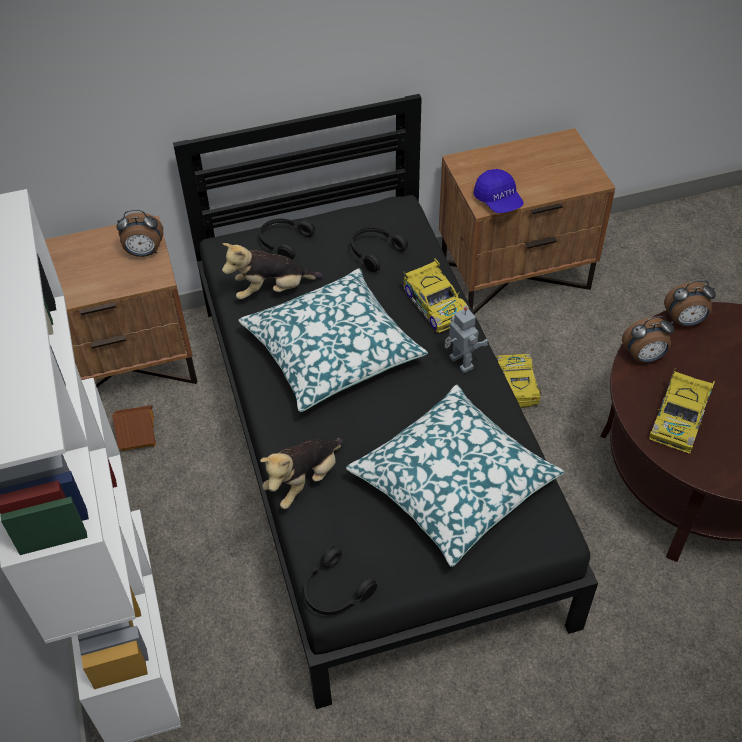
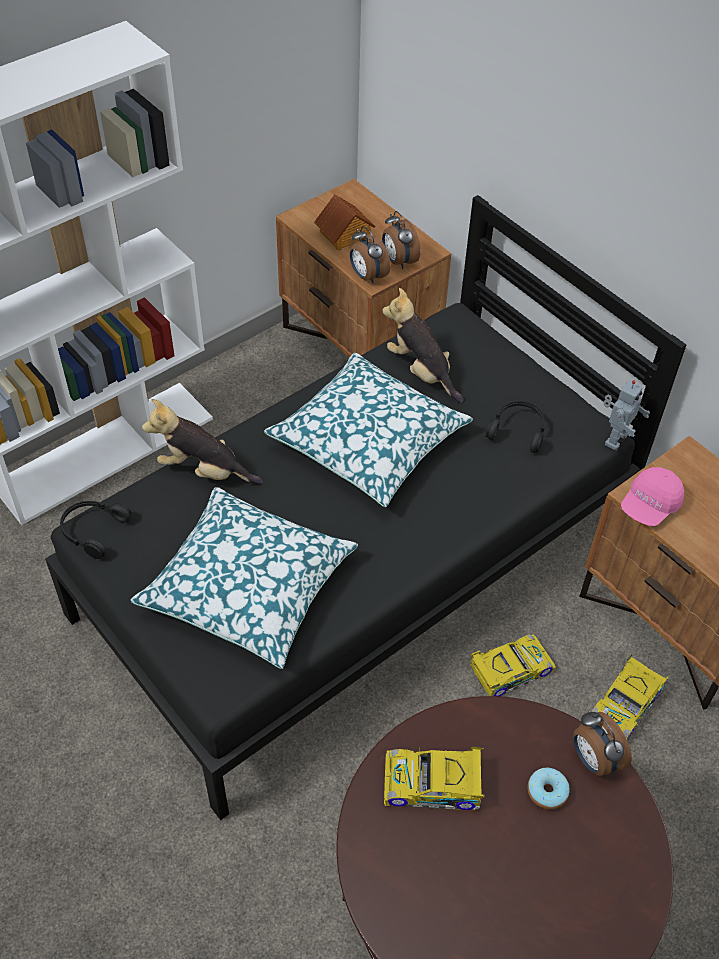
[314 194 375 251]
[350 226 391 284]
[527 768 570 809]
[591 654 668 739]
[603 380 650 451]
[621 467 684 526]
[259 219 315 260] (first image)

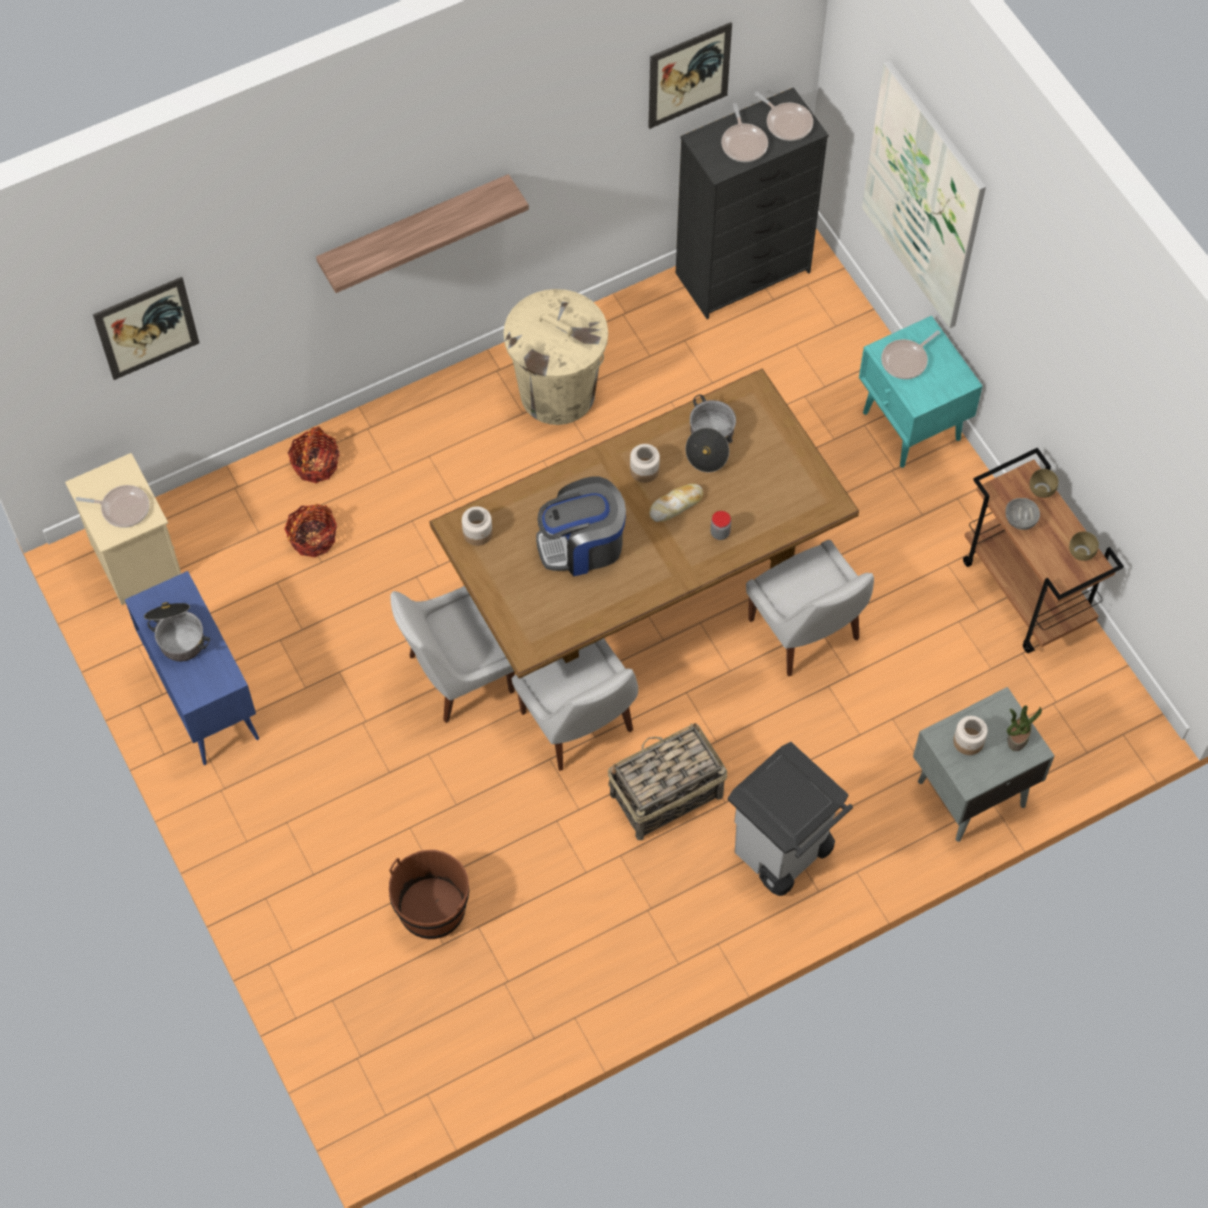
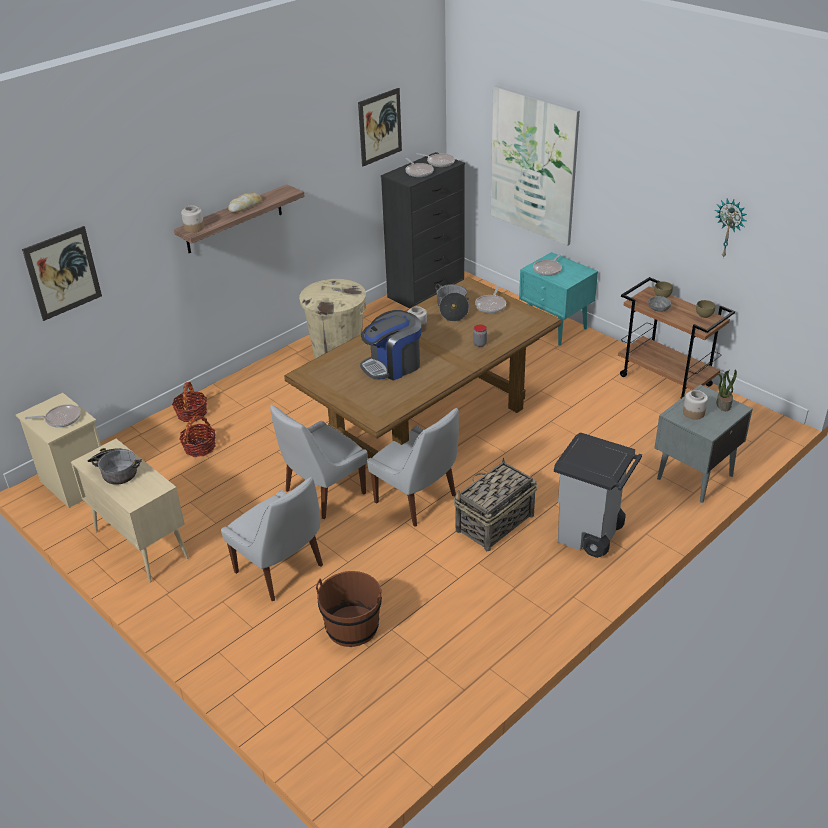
[71 439 189 582]
[181 205 204 233]
[221 477 323 601]
[228 192 262 213]
[475 286 506 313]
[715 199 747 258]

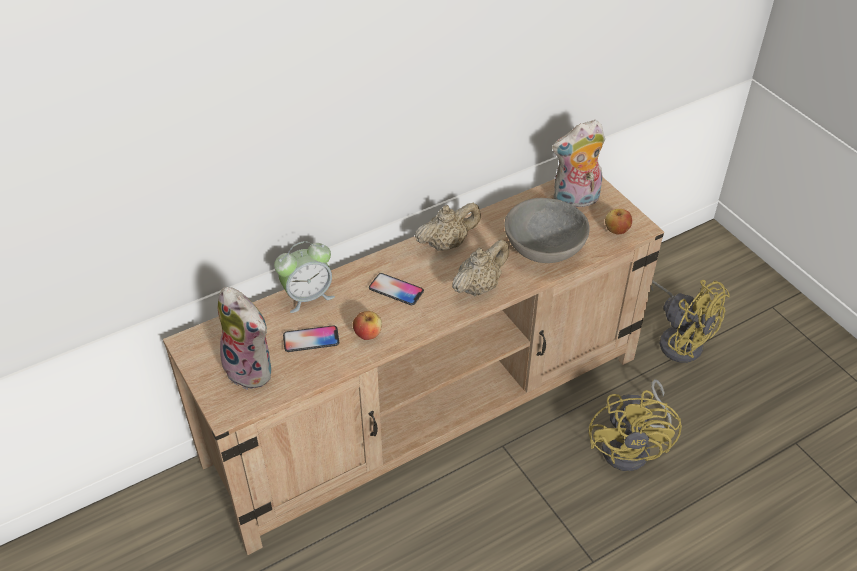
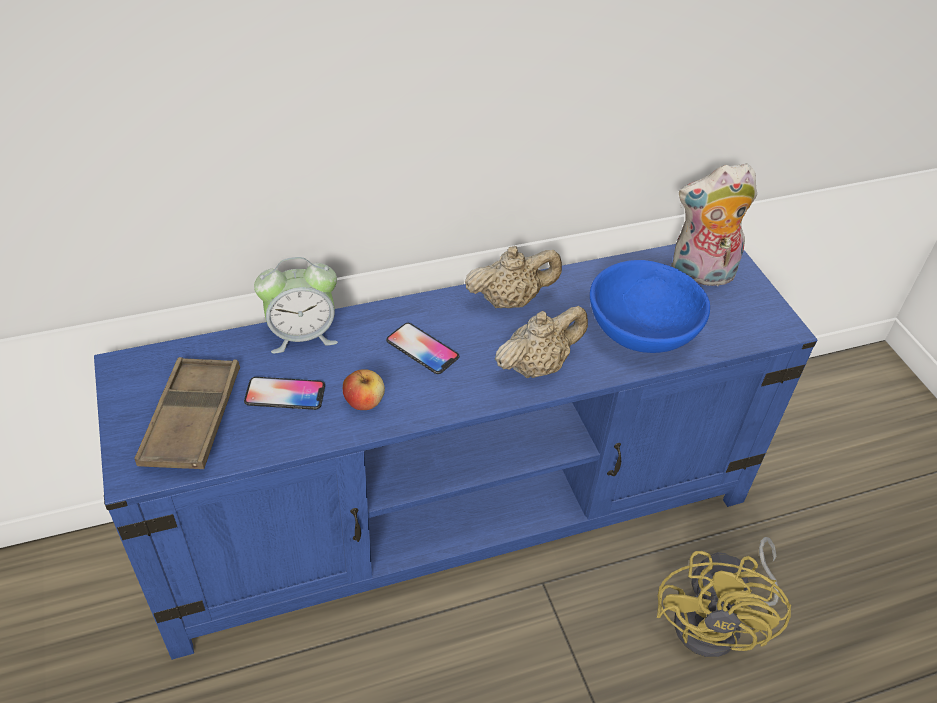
[94 244 817 660]
[134 357 240 469]
[590 260 710 353]
[605 209 632 234] (first image)
[651 280 730 363] (first image)

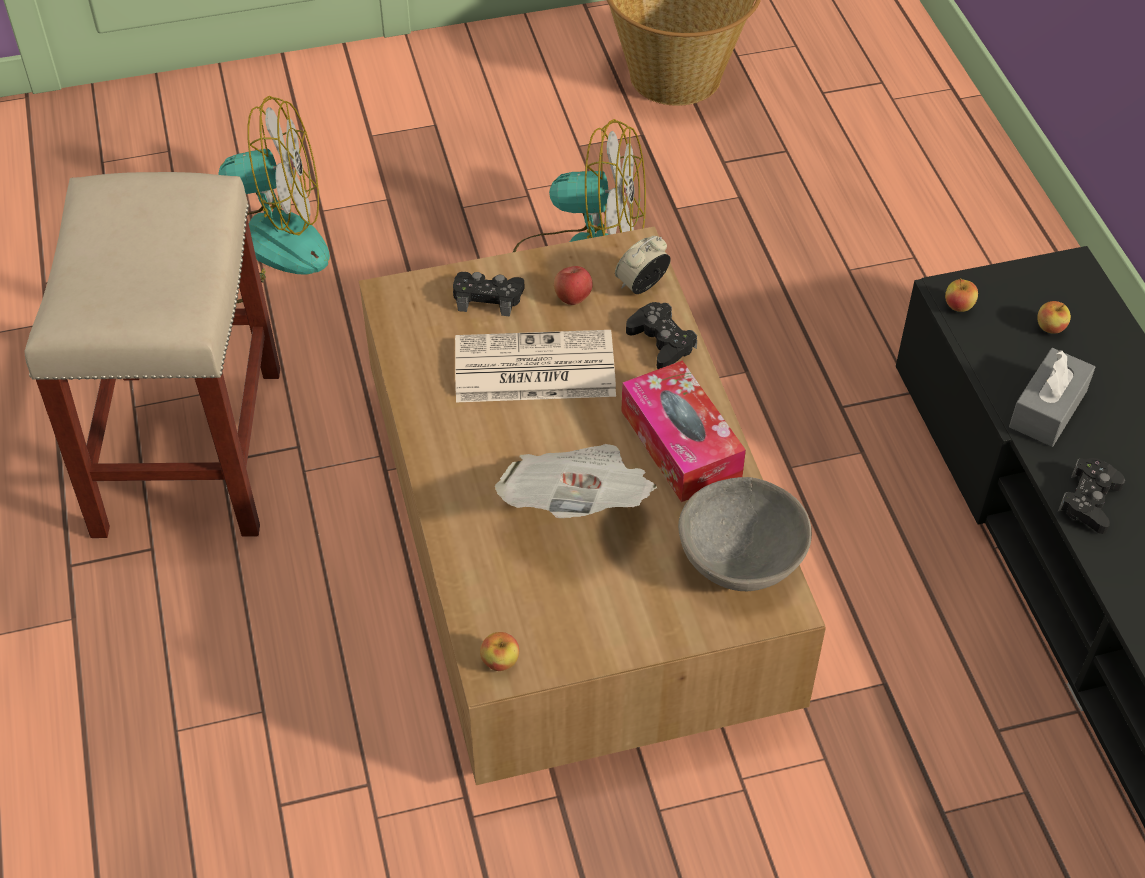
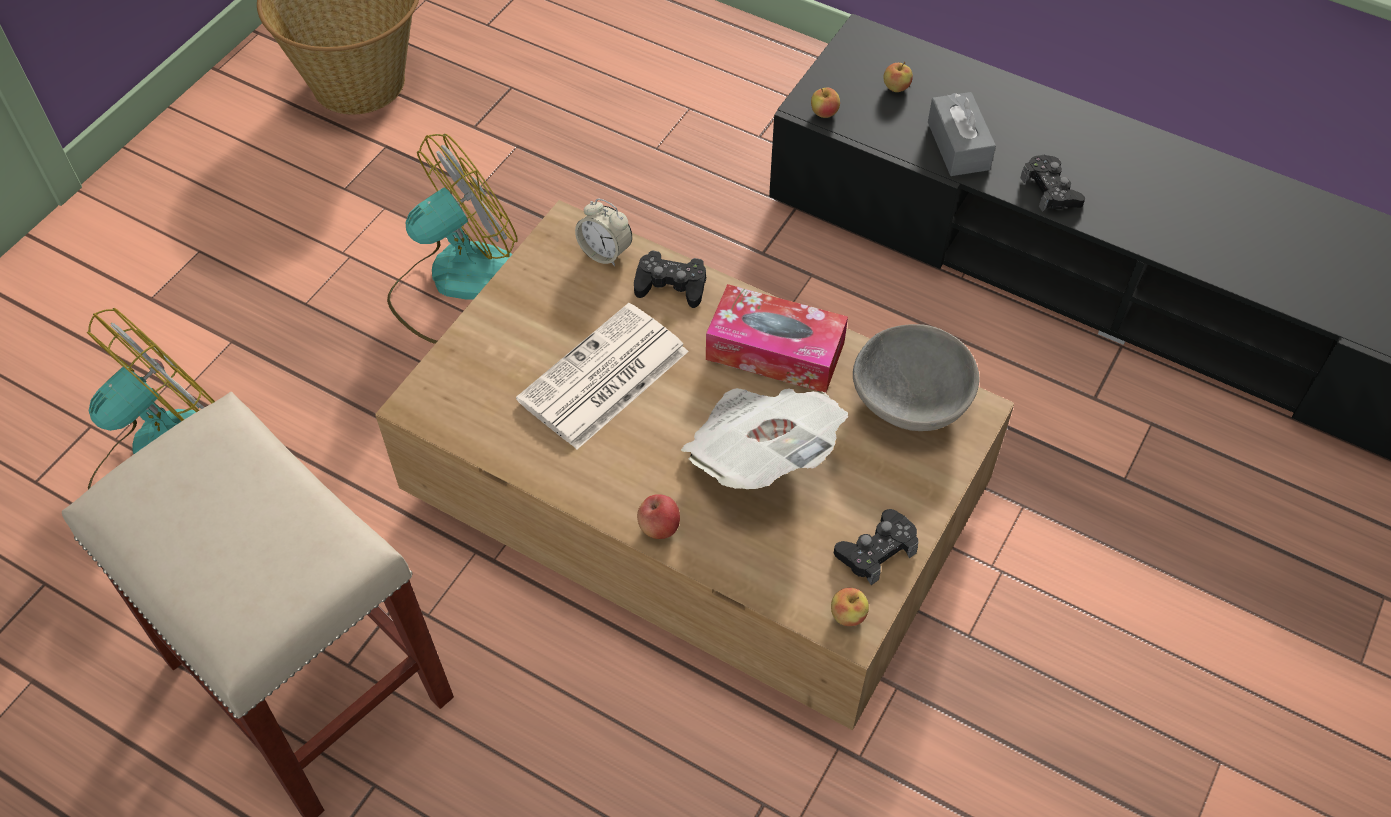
[575 198 632 266]
[637 494 680 539]
[834 509 919 585]

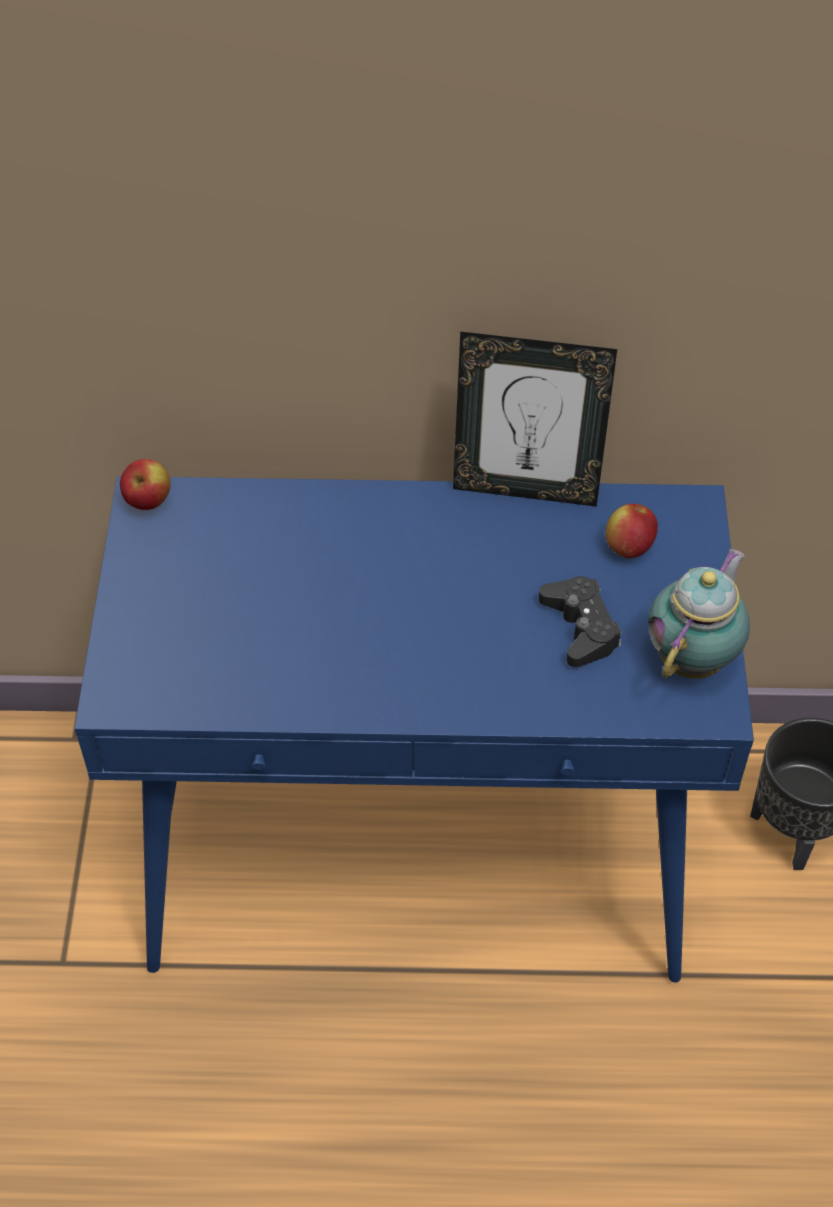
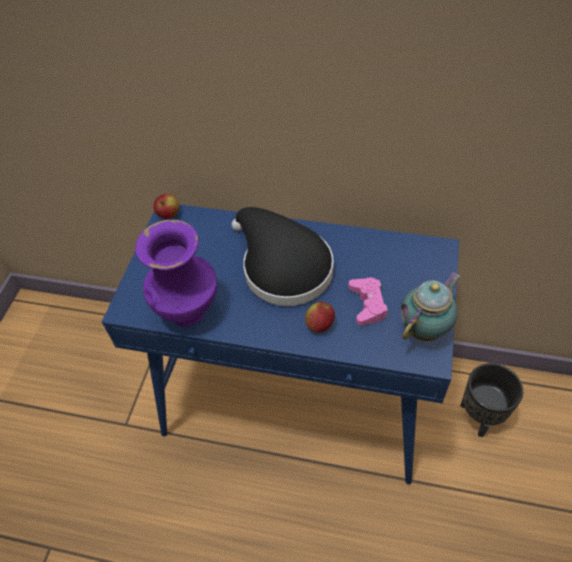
[135 220 217 327]
[231 207 334 306]
[305 302 335 333]
[349 277 388 325]
[453 332 617 507] (first image)

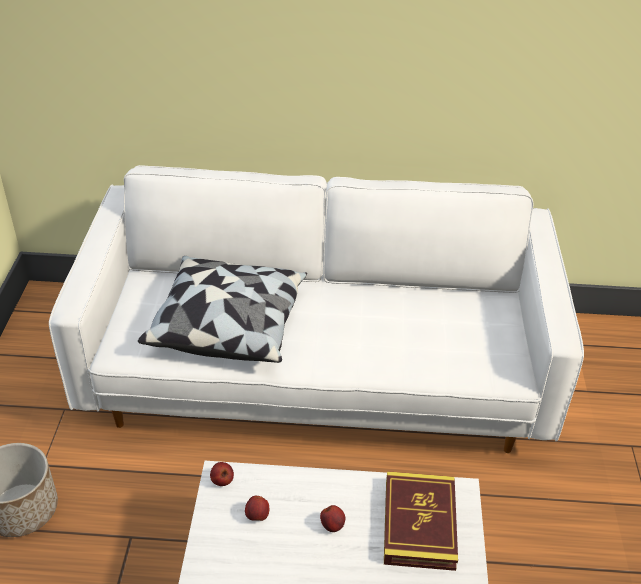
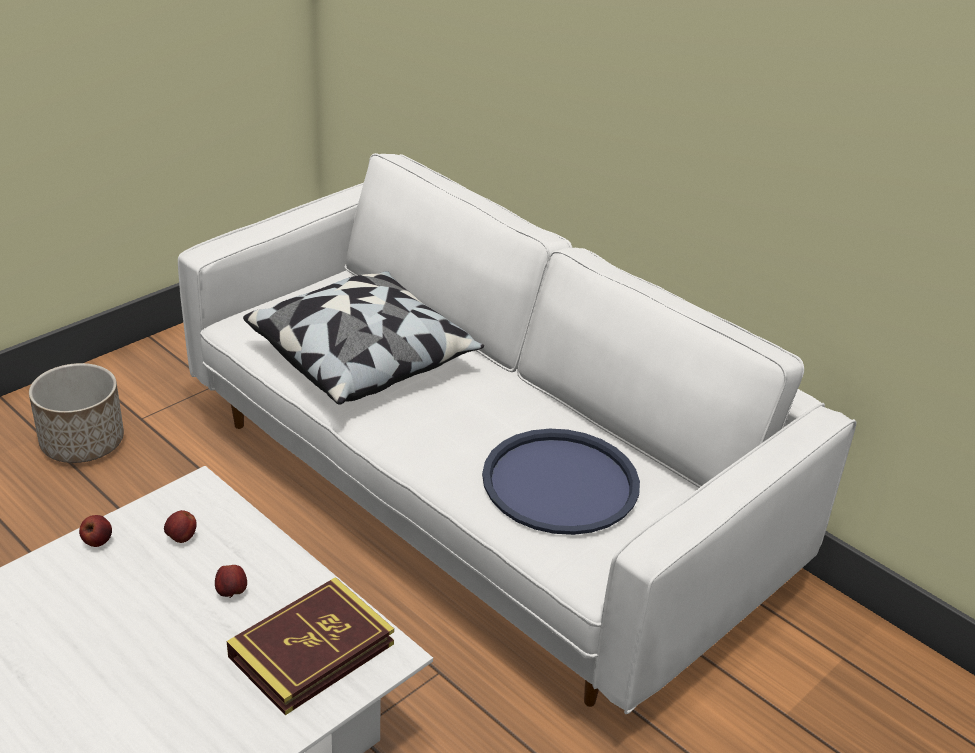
[79 515 112 547]
[482 429 640 535]

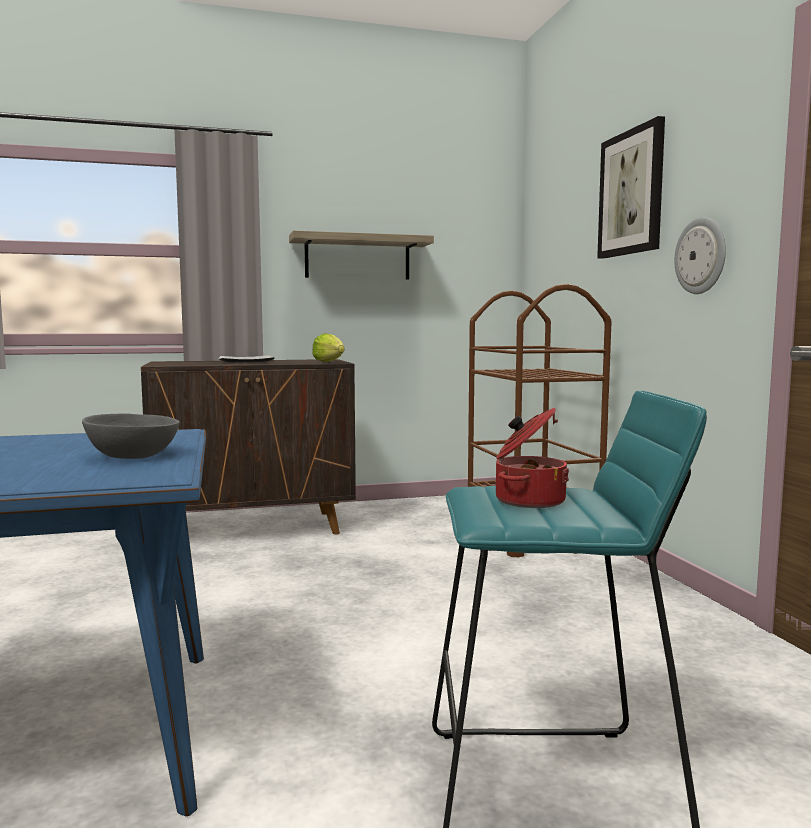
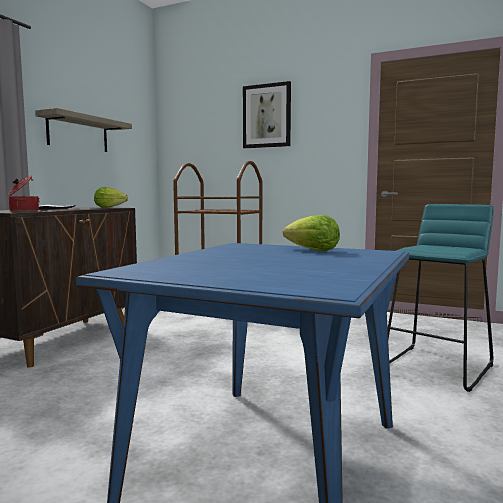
[8 176 40 212]
[283 215 340 251]
[674 217 726 294] (first image)

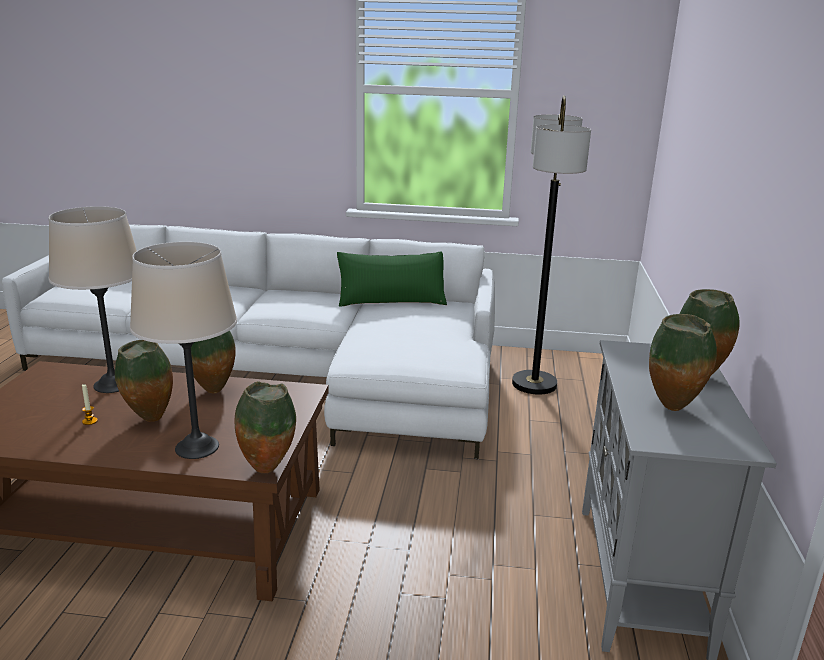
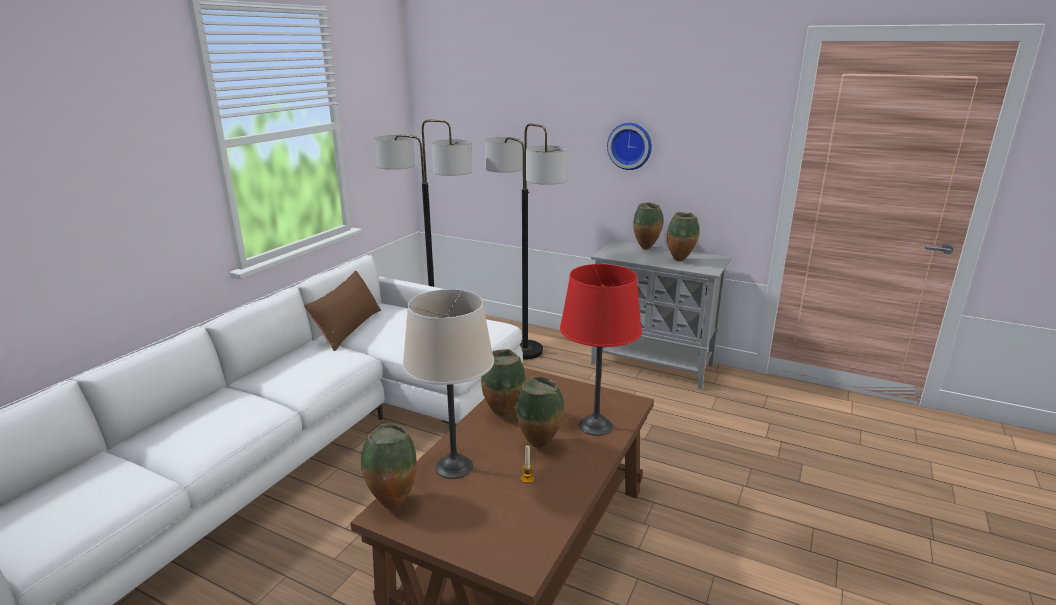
[304 271 381 351]
[361 423 417 510]
[485 123 568 360]
[560 264 642 436]
[607 123 652 170]

